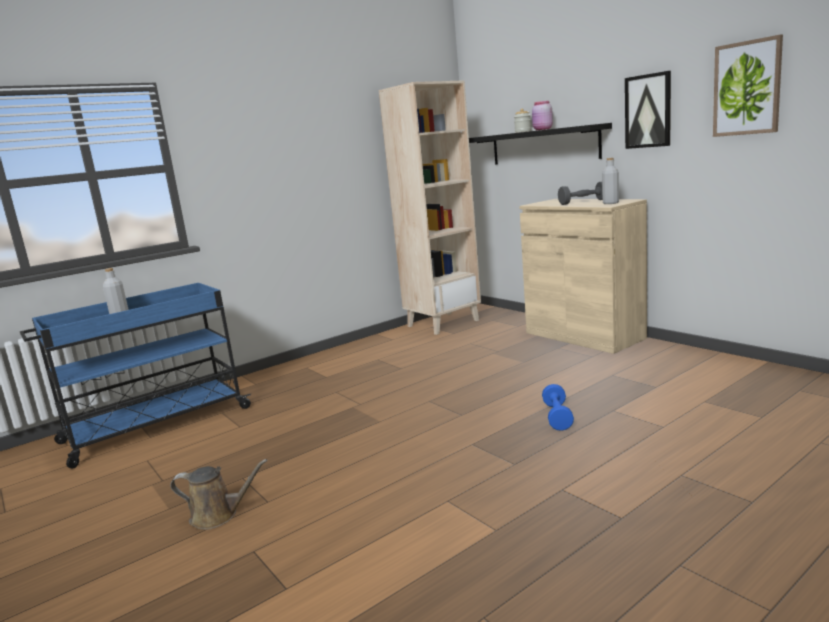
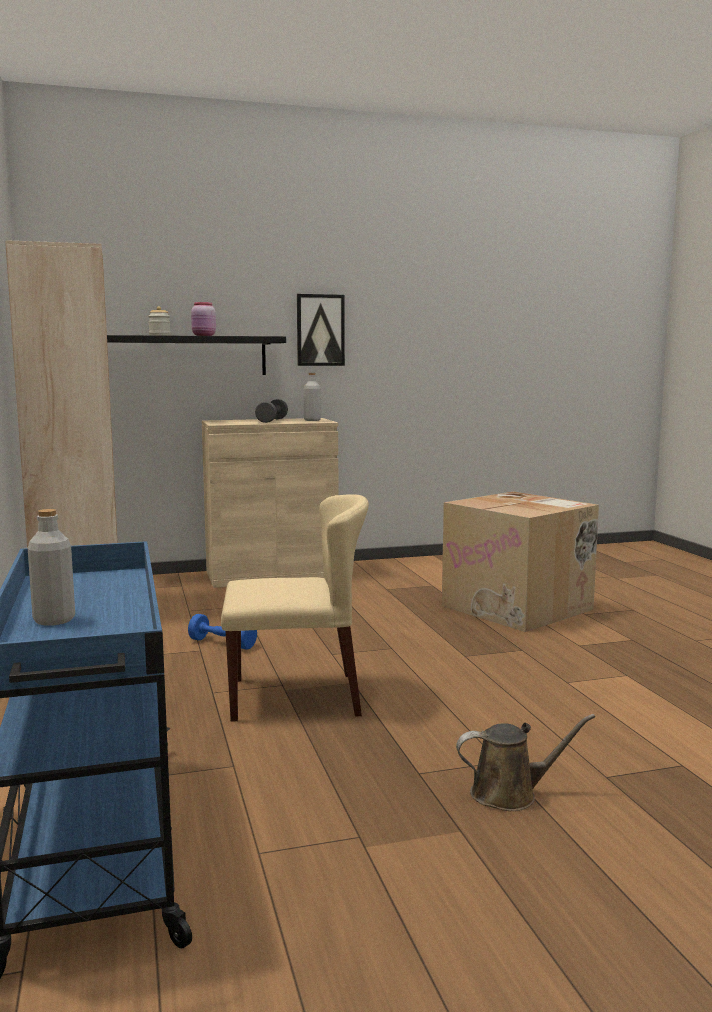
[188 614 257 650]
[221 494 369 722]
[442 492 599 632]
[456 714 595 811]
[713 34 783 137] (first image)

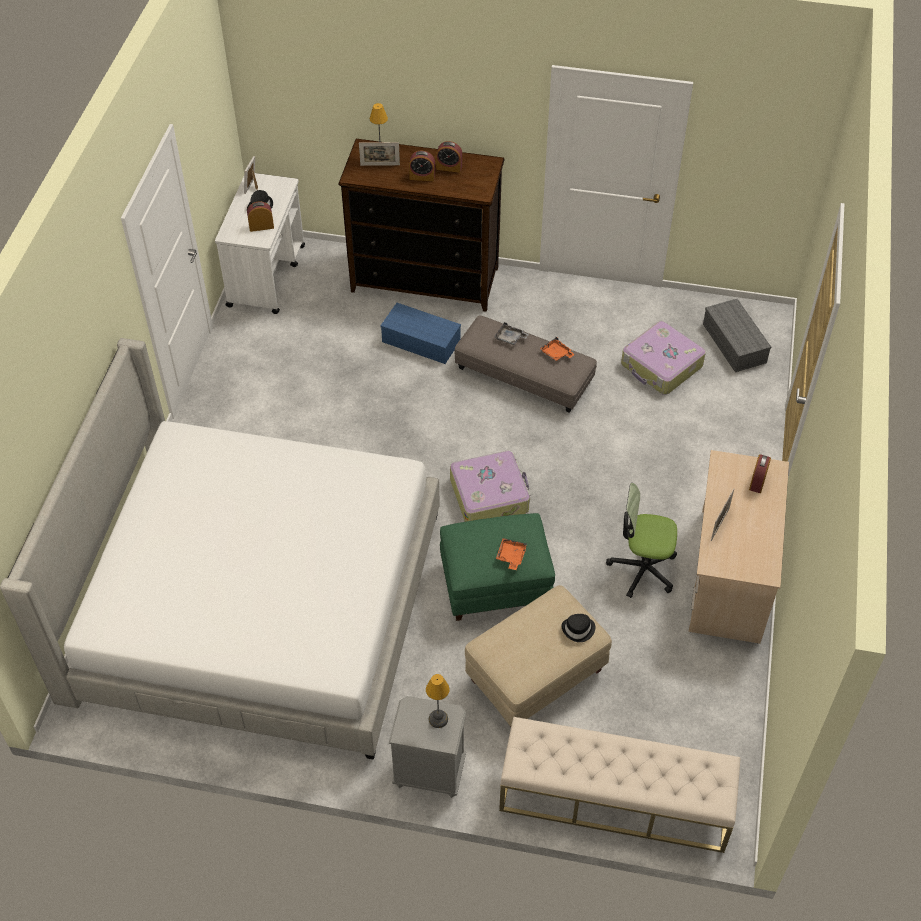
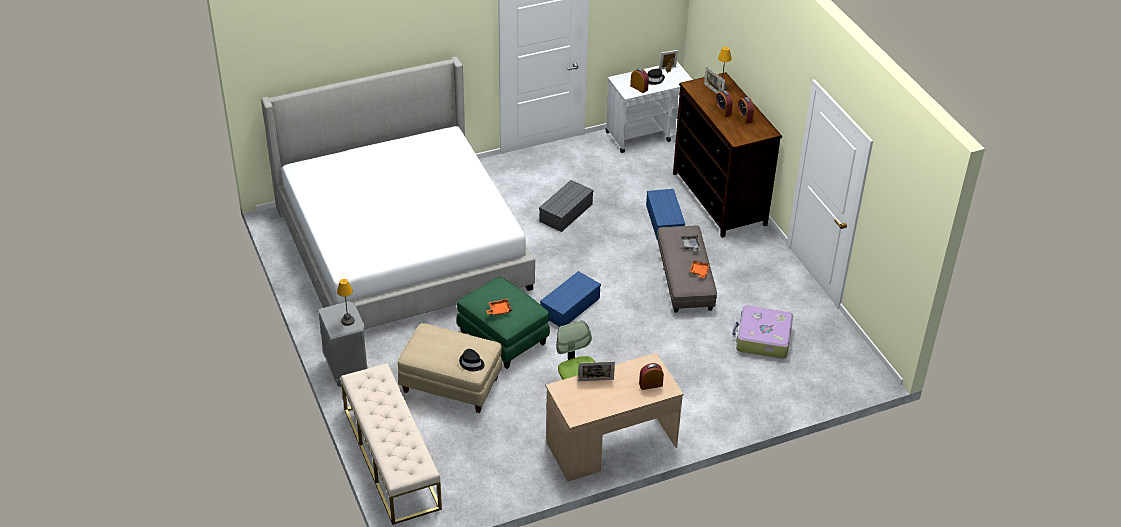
[539 180 594 232]
[540 271 601 327]

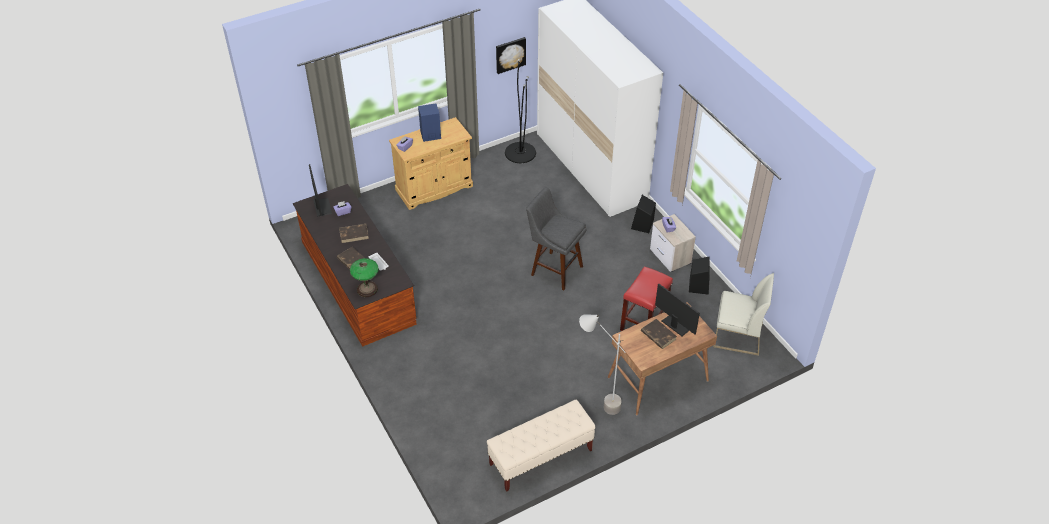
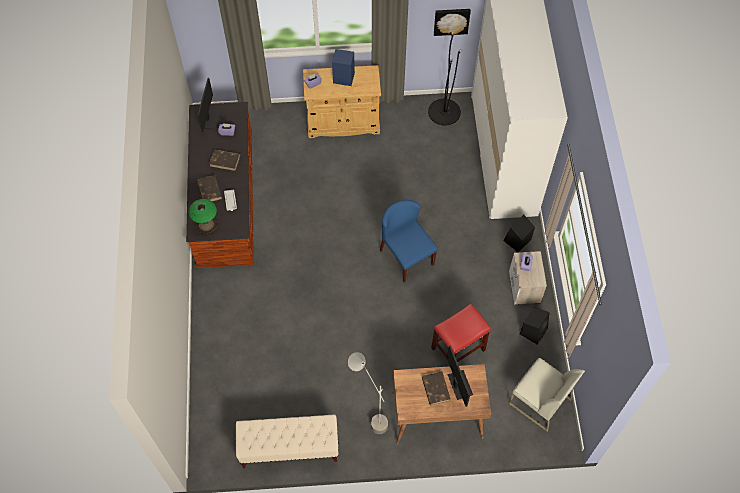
[380 200 438 282]

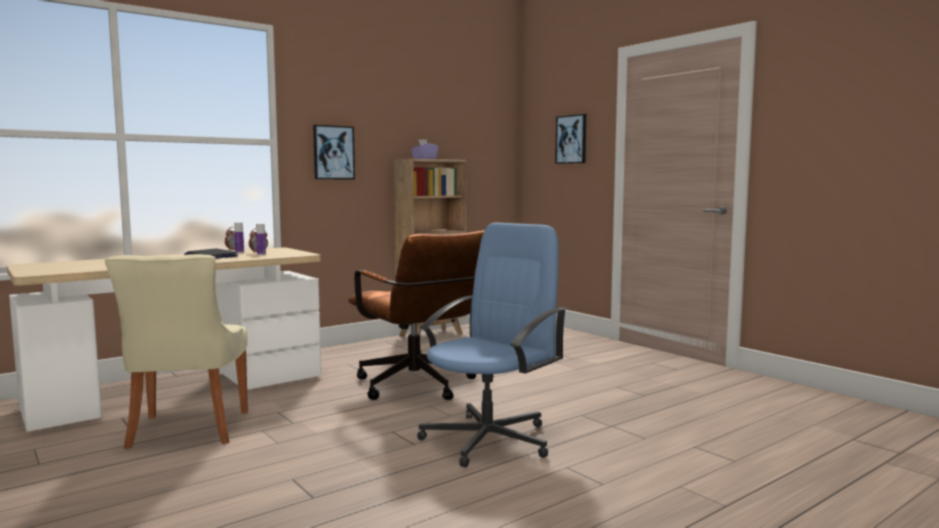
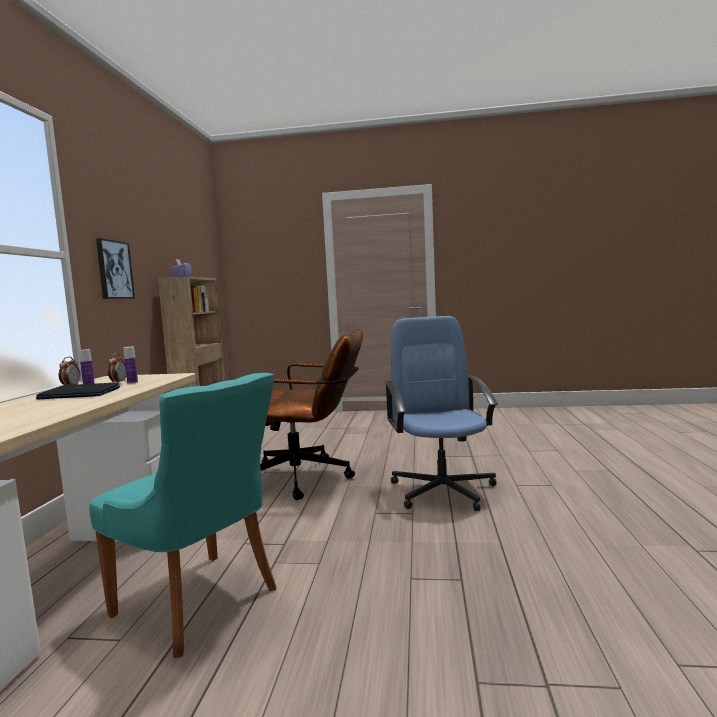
[89 373 276 658]
[555 114 586 164] (first image)

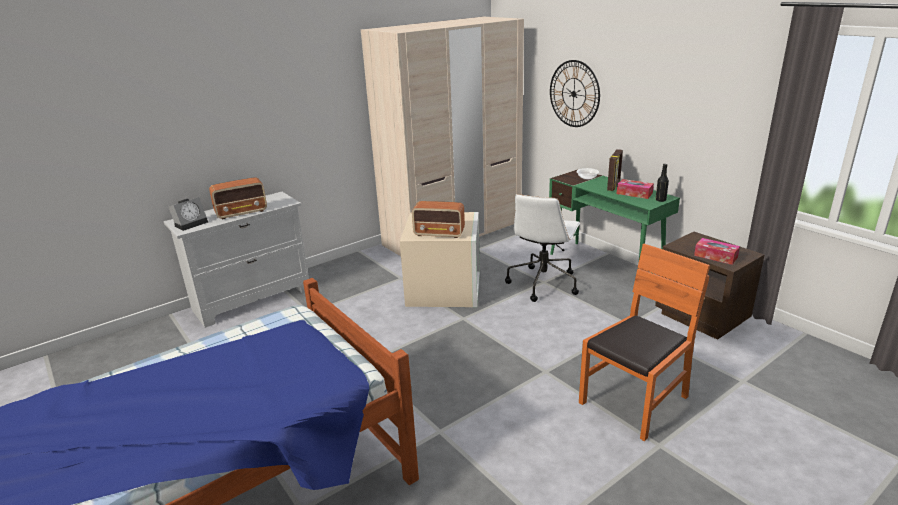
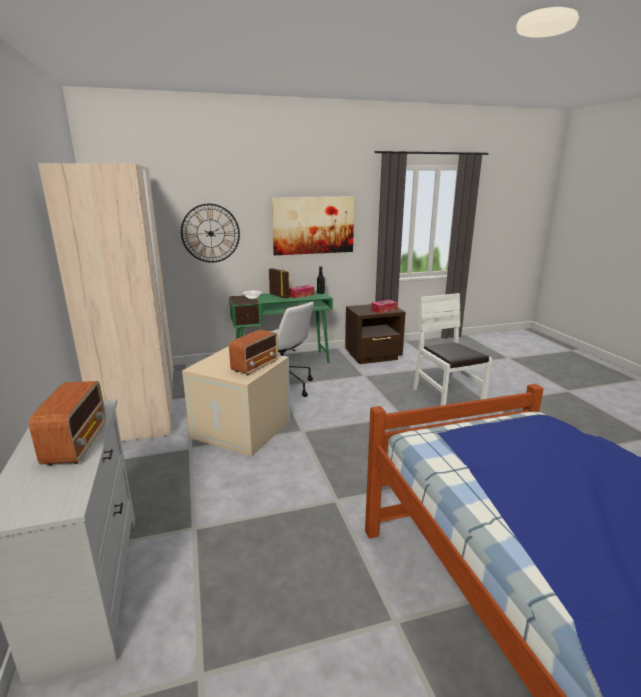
[272 196 354 255]
[413 293 492 406]
[169 197 208 231] (first image)

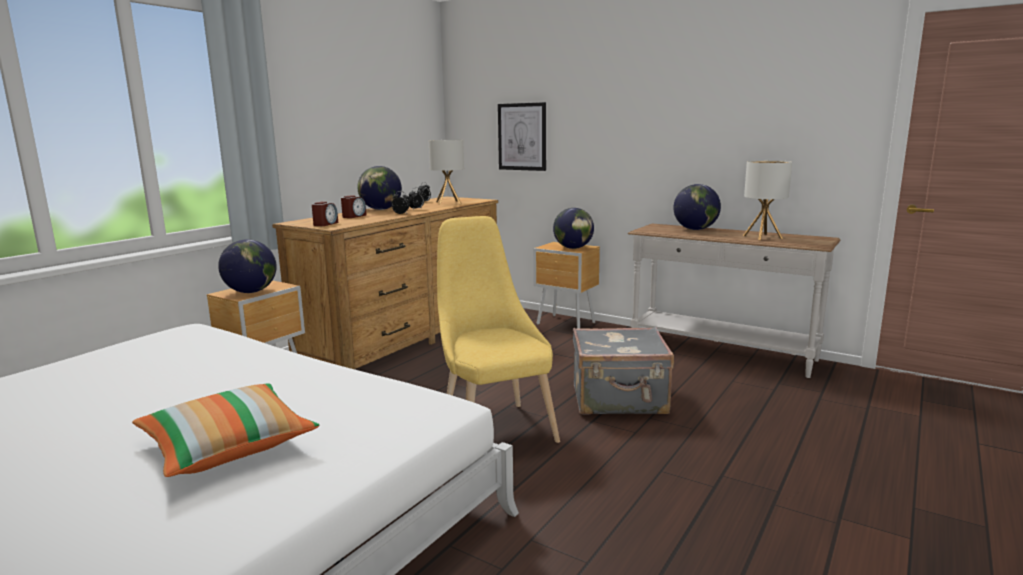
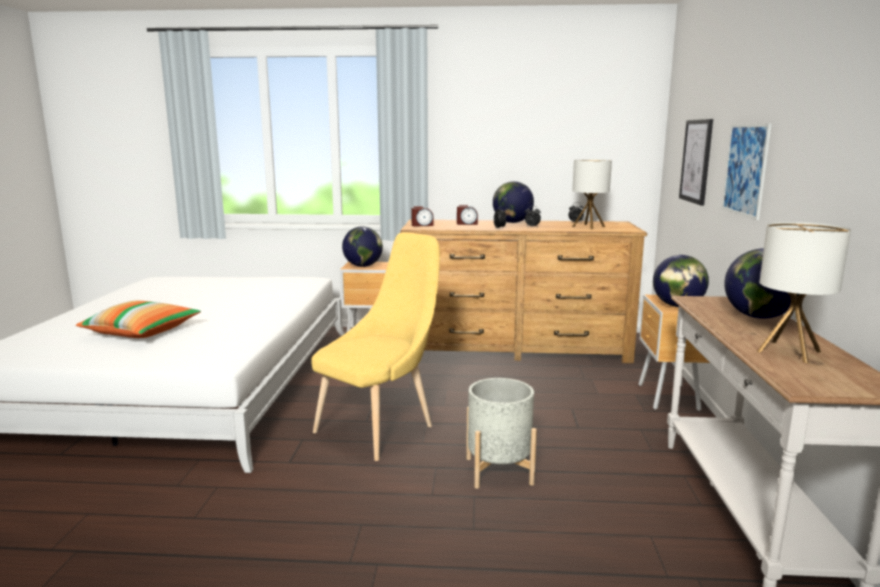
[466 378 537 489]
[722 123 772 220]

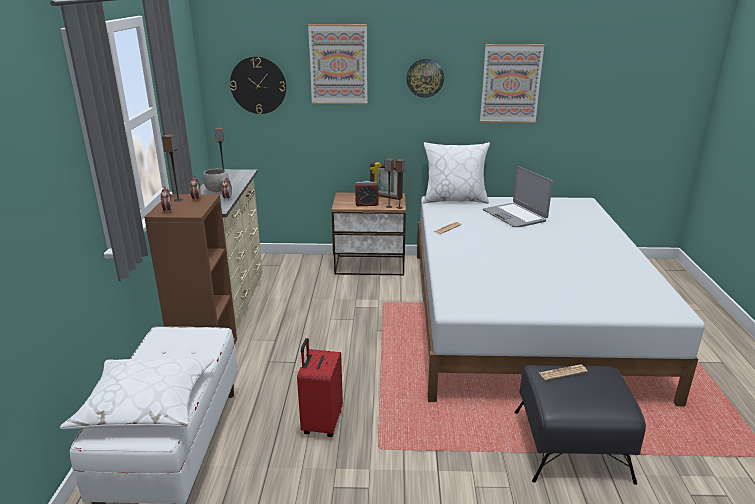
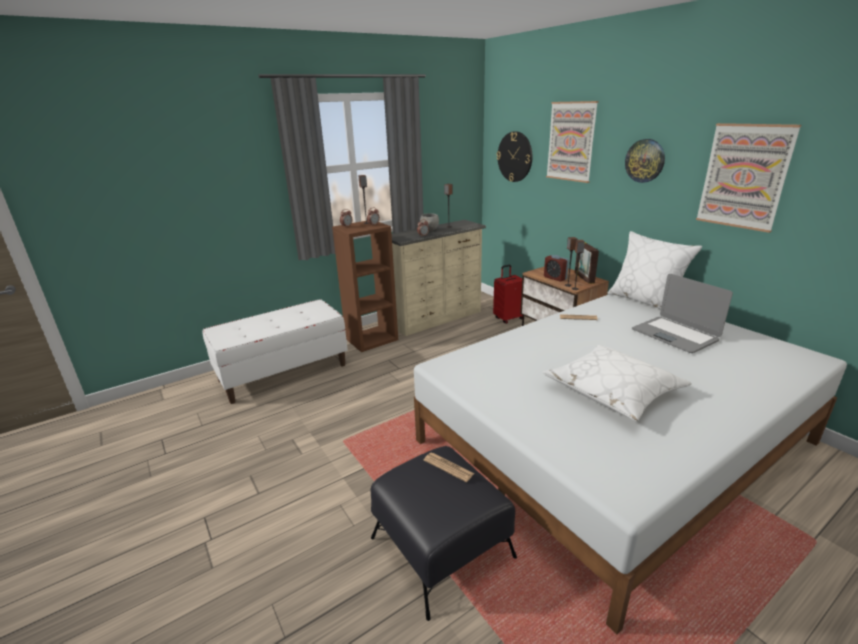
[493 265 523 324]
[543 345 692 421]
[632 274 733 353]

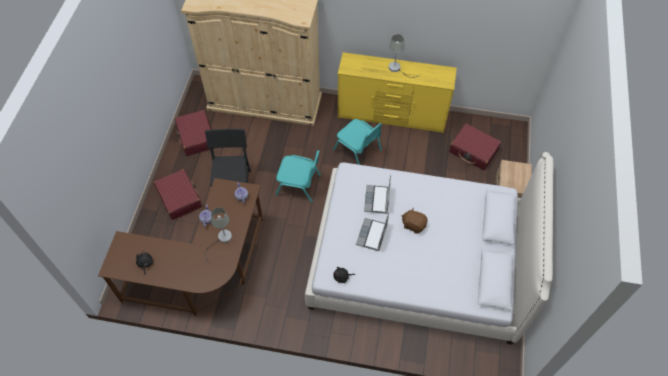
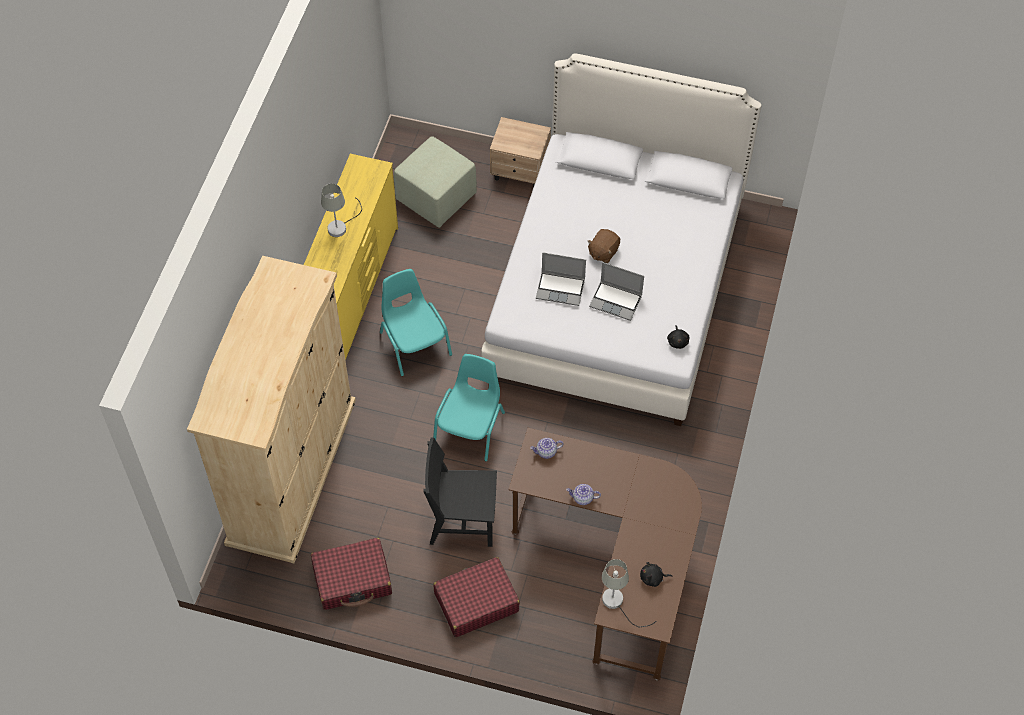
[380 269 452 376]
[394 136 477 228]
[602 559 656 627]

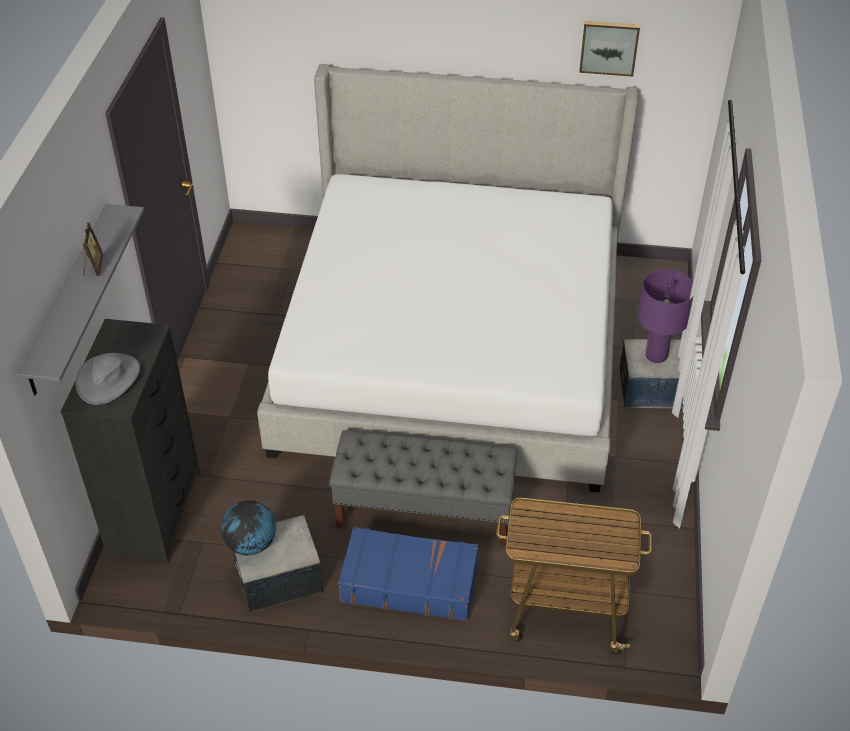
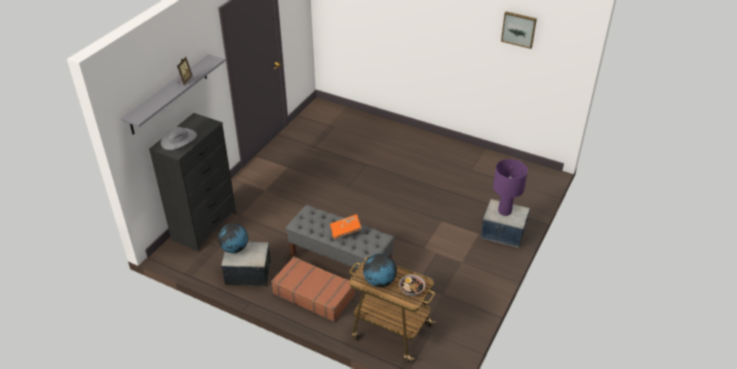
[271 256 355 322]
[330 214 362 240]
[363 253 397 287]
[399 274 426 296]
[257 64 638 493] (first image)

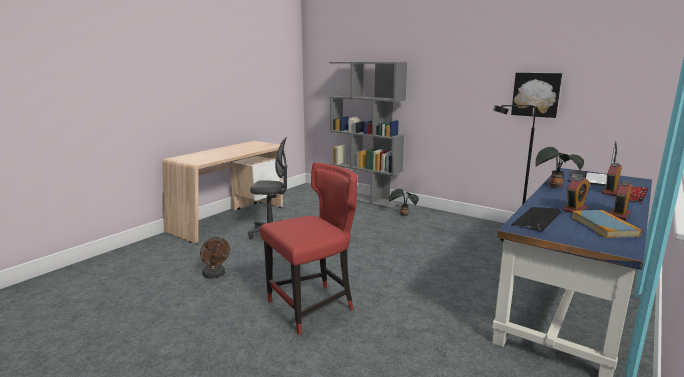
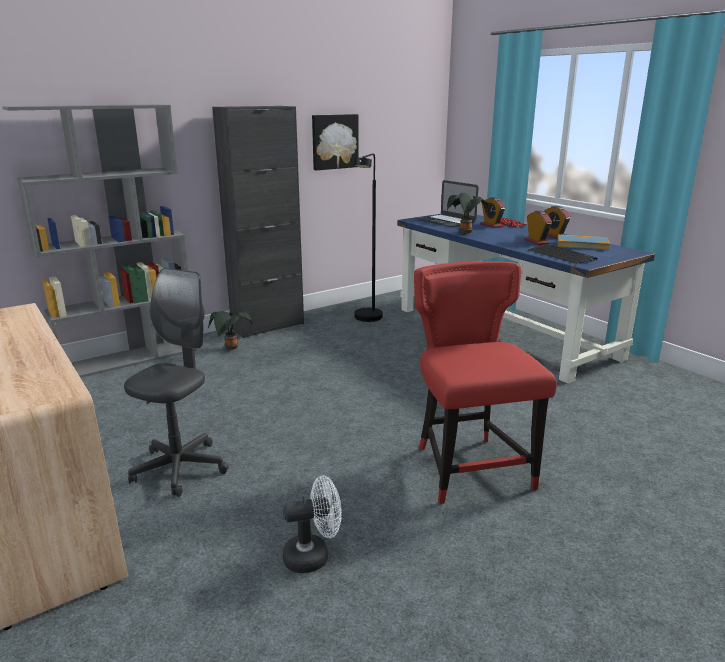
[212 106 304 338]
[283 475 342 573]

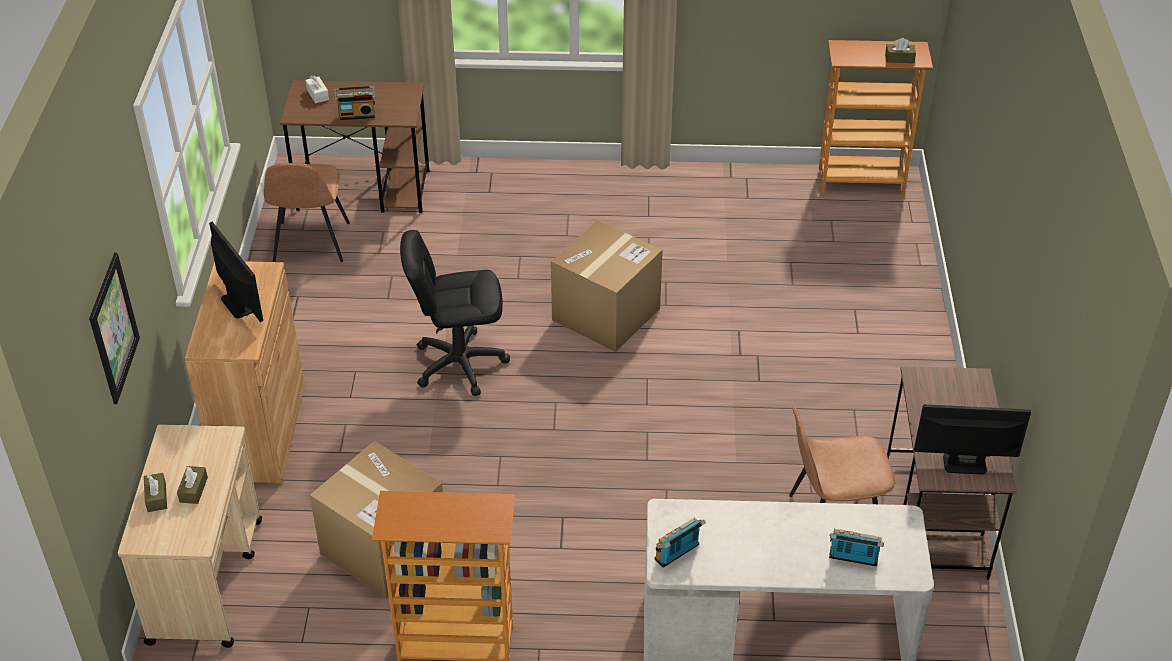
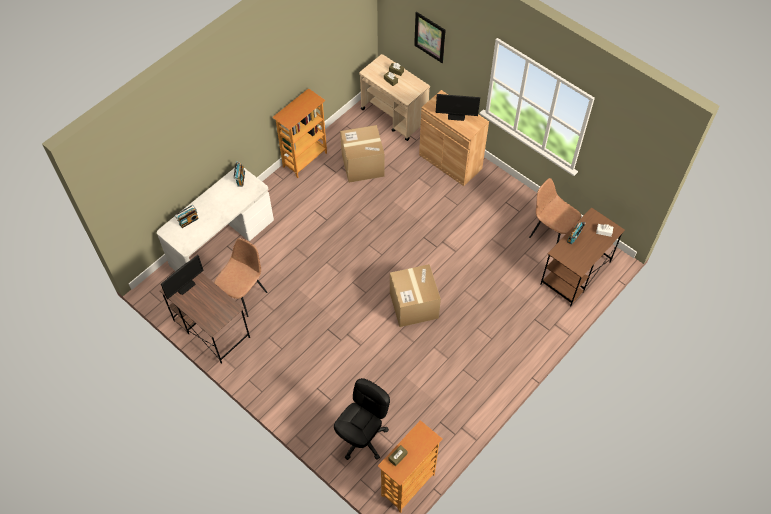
[334 378 390 460]

